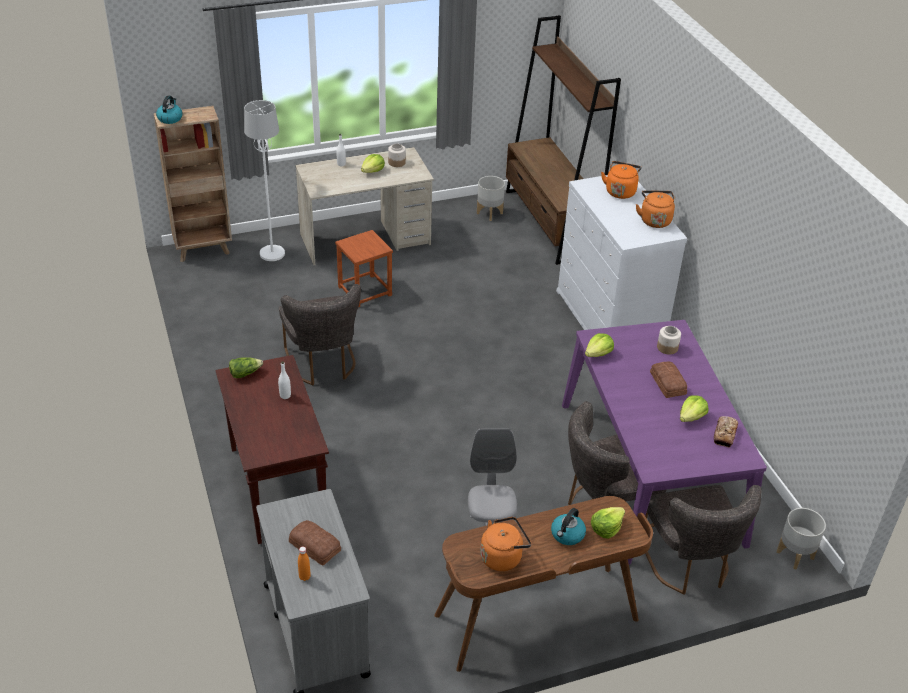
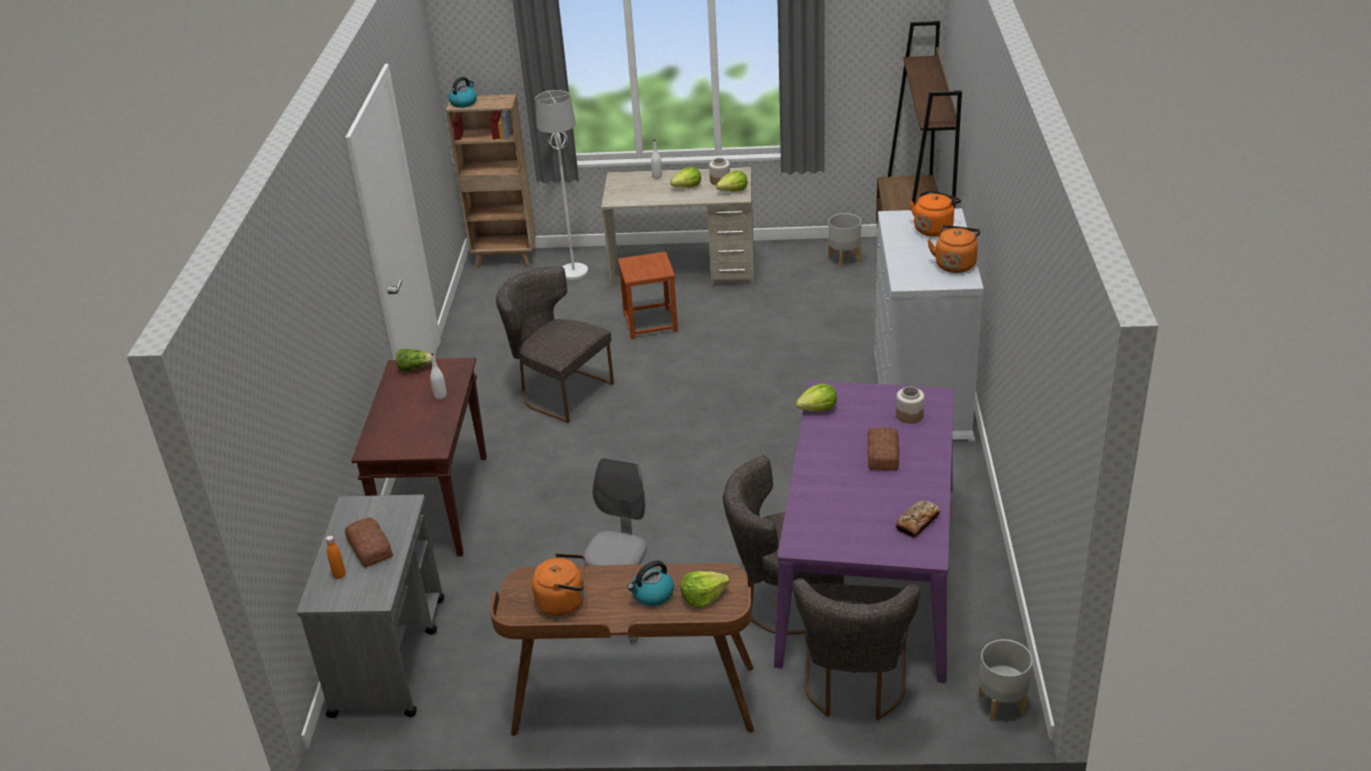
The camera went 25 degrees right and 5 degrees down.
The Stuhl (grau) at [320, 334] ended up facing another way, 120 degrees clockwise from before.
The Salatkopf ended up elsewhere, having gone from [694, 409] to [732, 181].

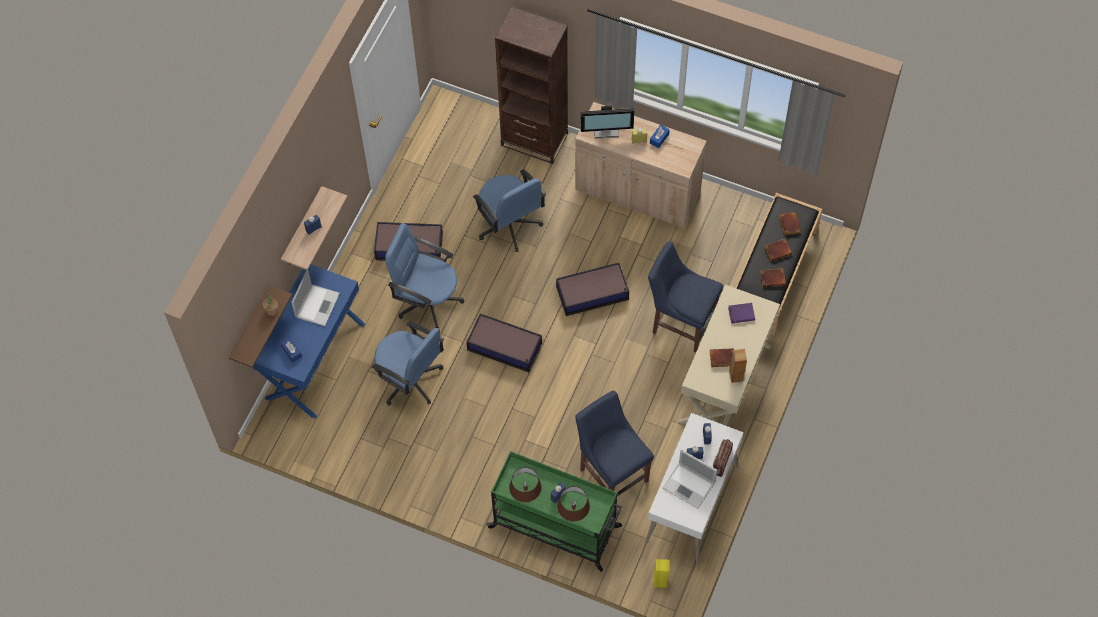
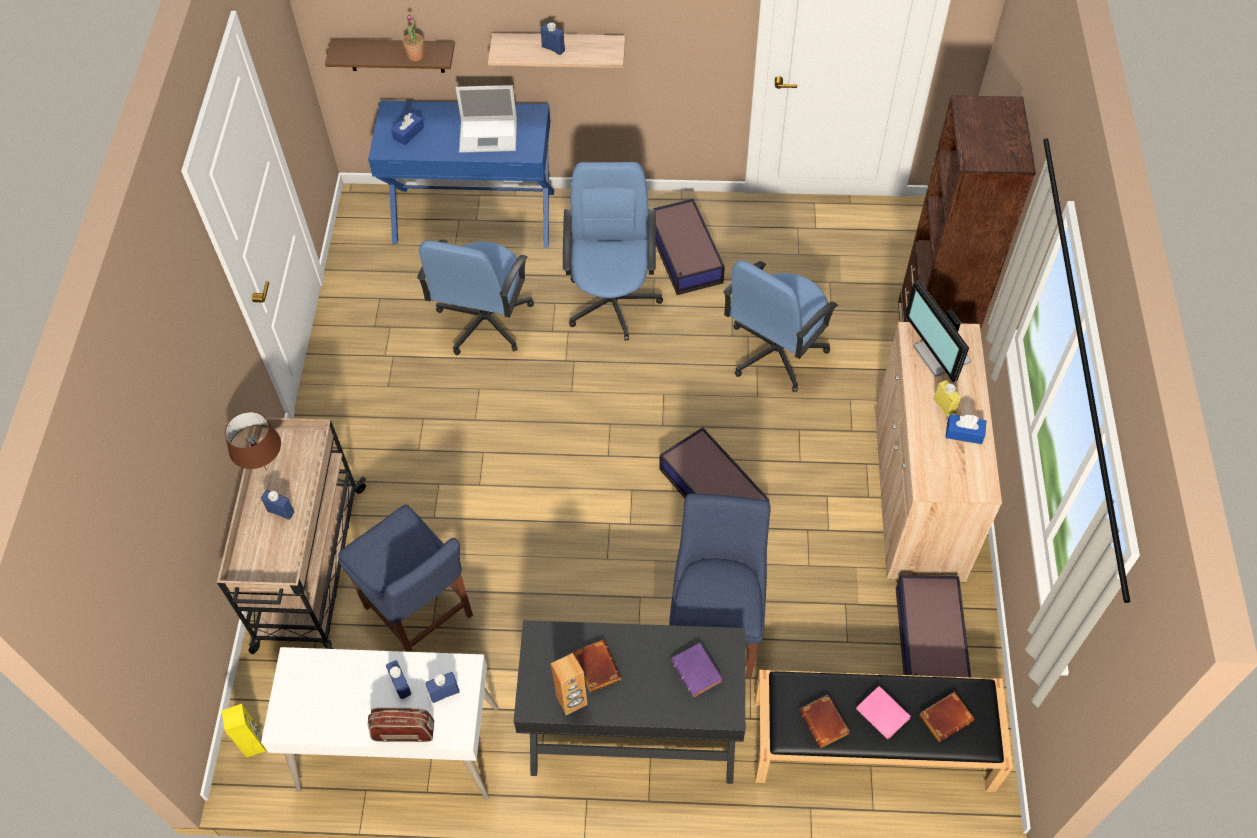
The camera went 70 degrees right and 5 degrees down.
What was the Rollwagen (grün) at [554, 511] turned into the Rollwagen (beige) at [291, 536].
The Stuhl (blau) at [614, 444] ended up facing another way, 105 degrees clockwise from before.
What was the Schreibtisch (beige) at [729, 355] turned into the Schreibtisch (schwarz) at [629, 702].
What was the Buch (braun) at [778, 250] turned into the Buch (rosa) at [883, 713].
The Aufbewahrungsbox ended up elsewhere, having gone from [504, 342] to [933, 626].
The second view lost the Tischlampe (braun) at [573, 503].
The second view lost the Laptop at [690, 479].

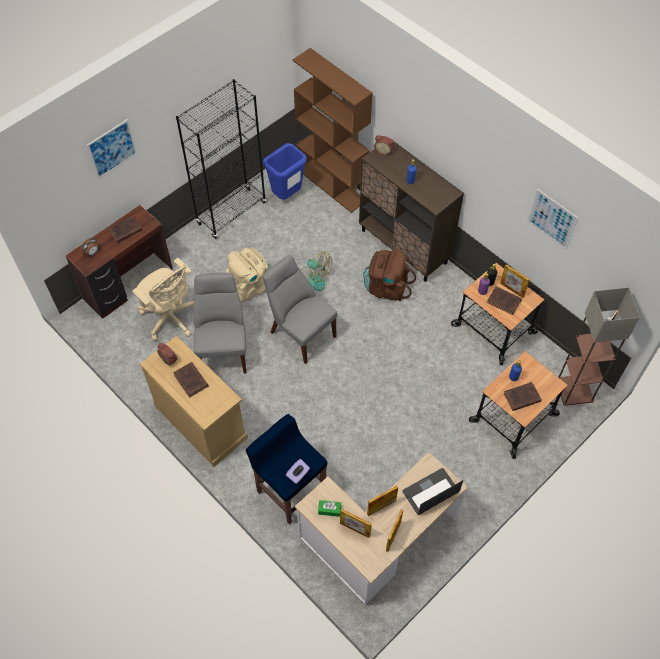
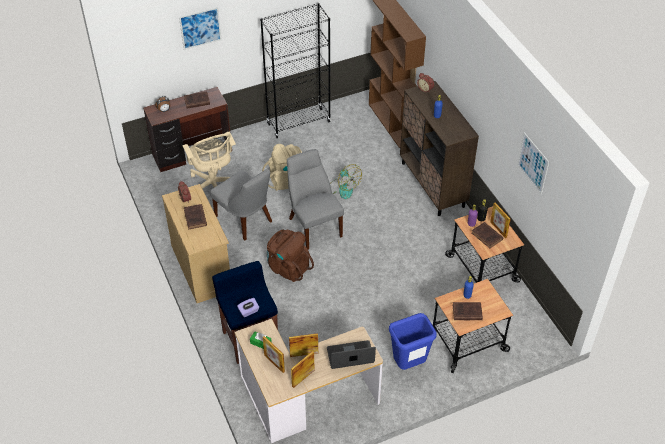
The camera went 20 degrees right and 10 degrees down.
The Stuhl (grau) at [219, 323] ended up facing another way, 120 degrees clockwise from before.
The Rucksack (braun) ended up elsewhere, having gone from [389, 275] to [290, 256].
The Mülleimer (blau) ended up elsewhere, having gone from [285, 171] to [413, 341].
The second view lost the Stehlampe at [599, 346].

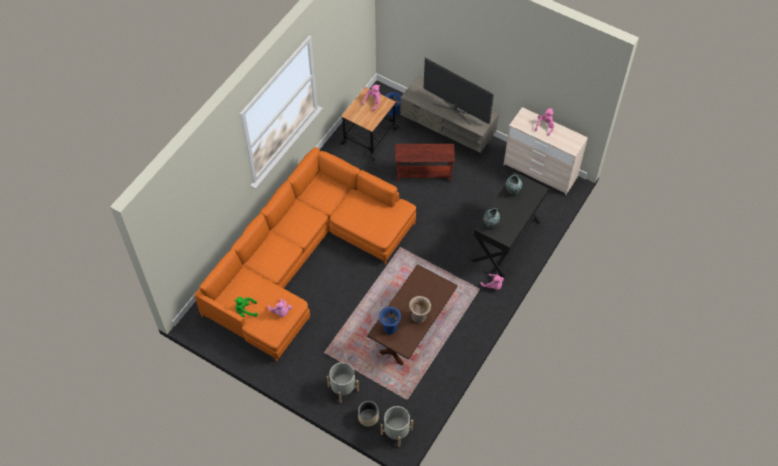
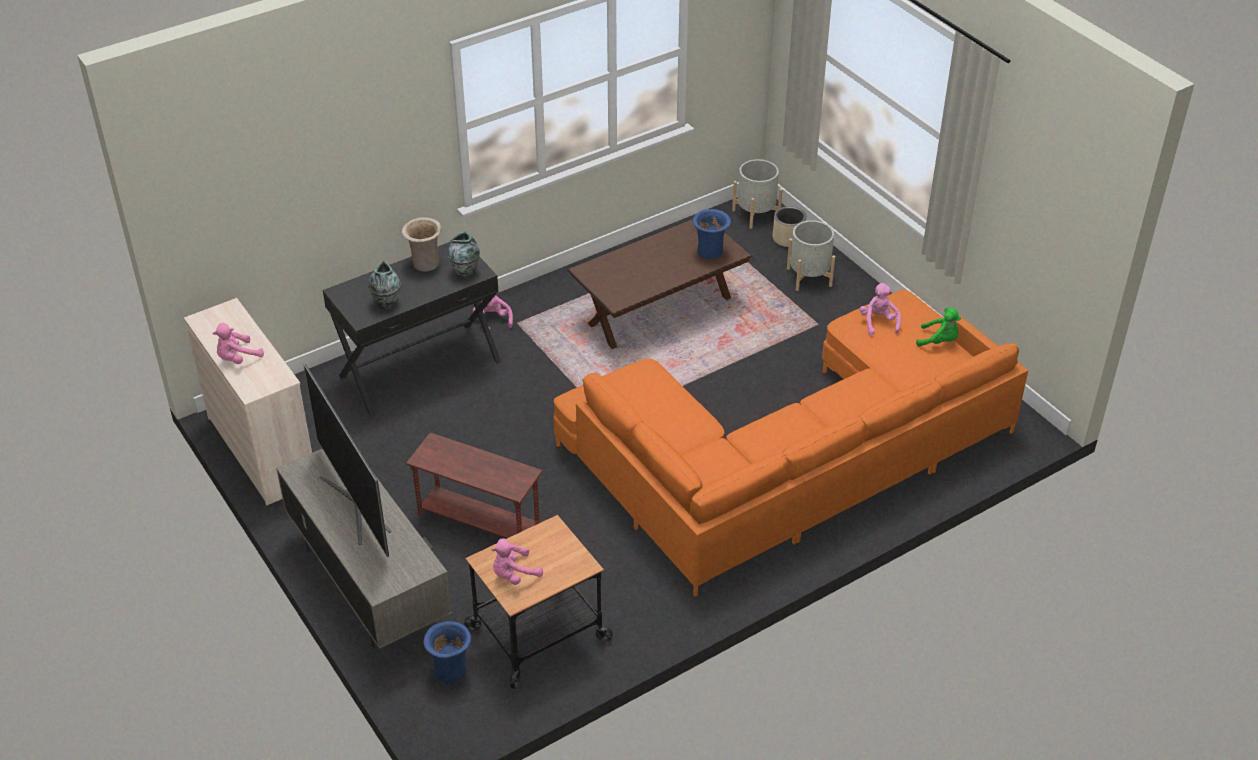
The camera went 155 degrees left and 15 degrees down.
The Vase (beige) ended up elsewhere, having gone from [420, 309] to [422, 244].

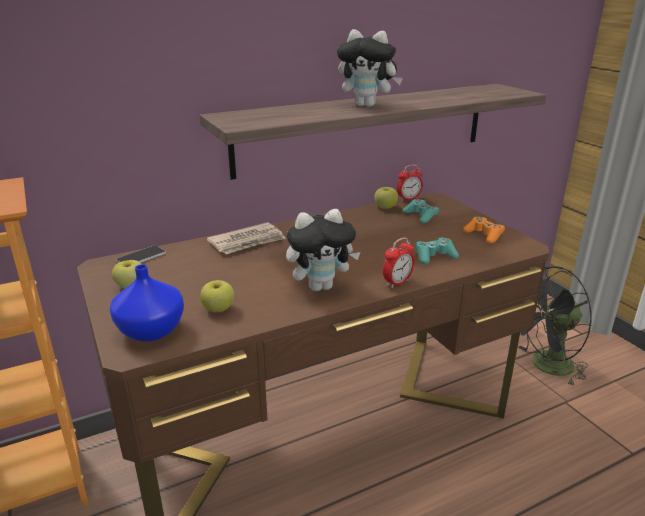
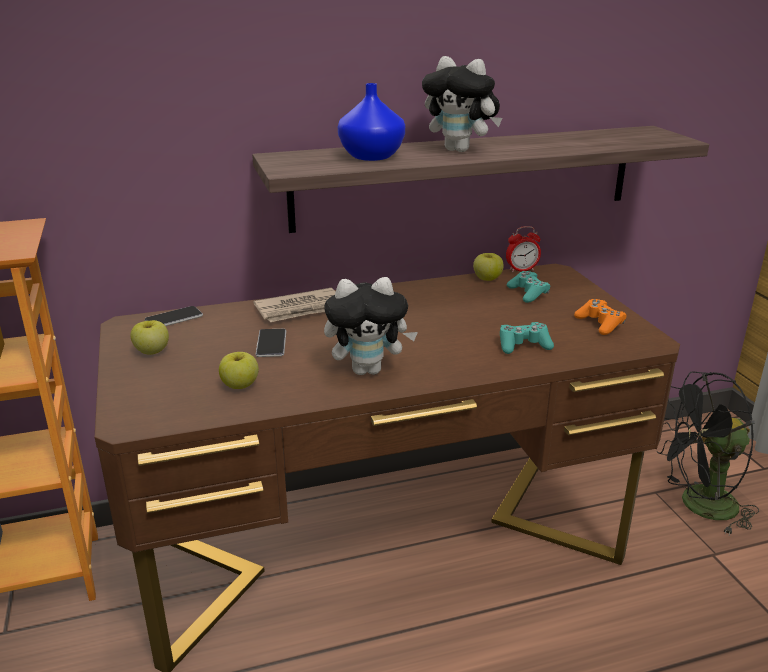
The camera went 10 degrees right and 0 degrees up.
The second view gained the Handy at [271, 343].
The Vase (blau) ended up elsewhere, having gone from [147, 303] to [371, 122].
The second view lost the Wecker at [399, 263].

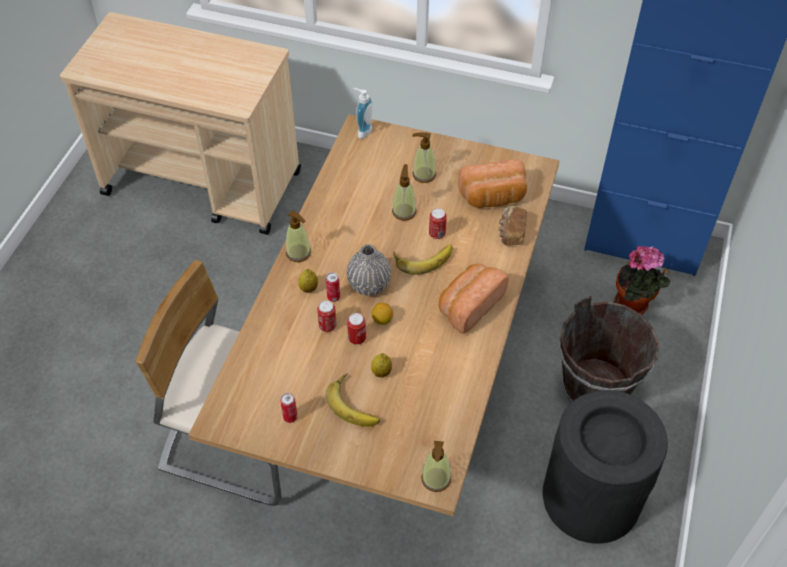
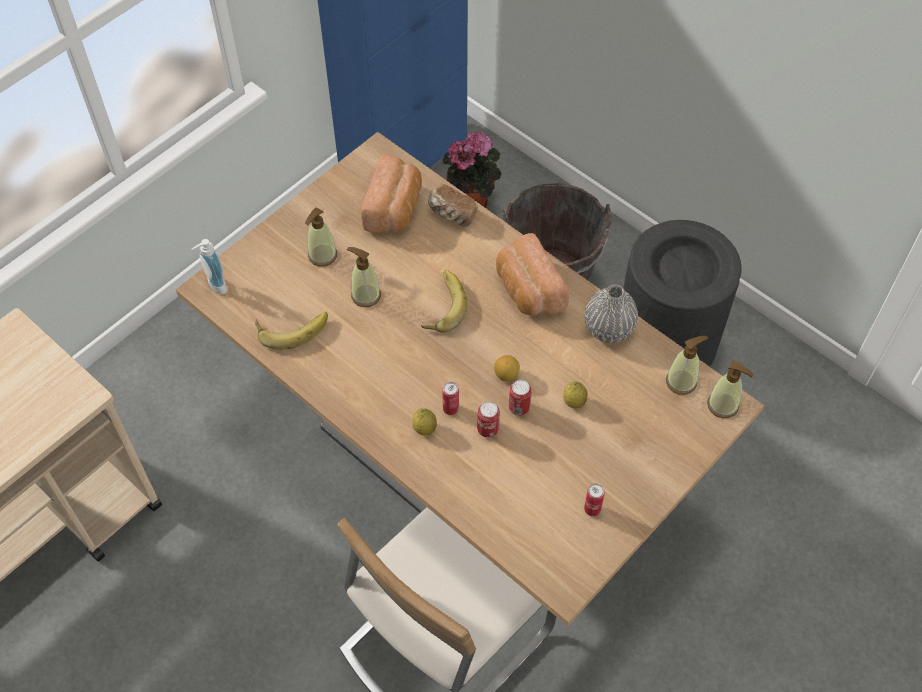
The camera went 65 degrees left and 5 degrees up.
The Banane ended up elsewhere, having gone from [353, 400] to [291, 331].
The Vase (grau) ended up elsewhere, having gone from [369, 270] to [611, 313].
The Seifenspender ended up elsewhere, having gone from [298, 236] to [687, 365].
The second view lost the Dose at [438, 223].

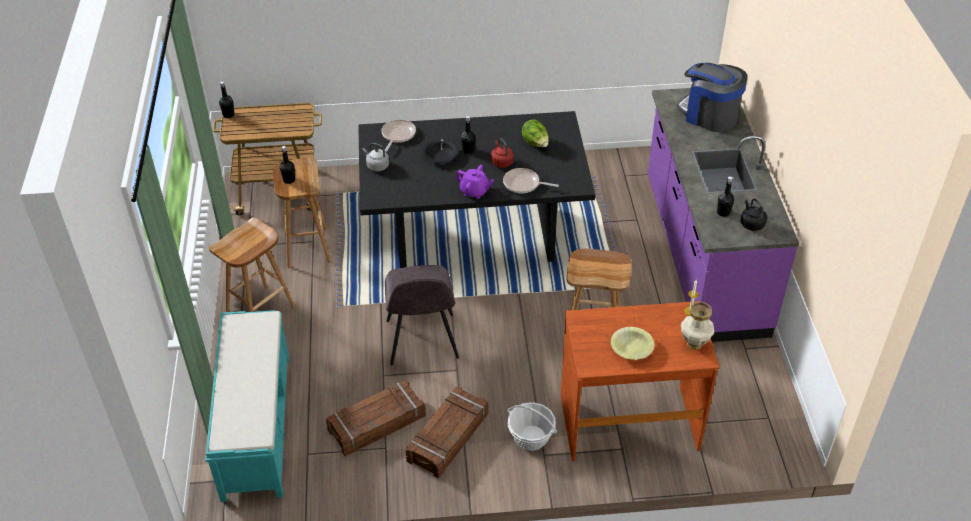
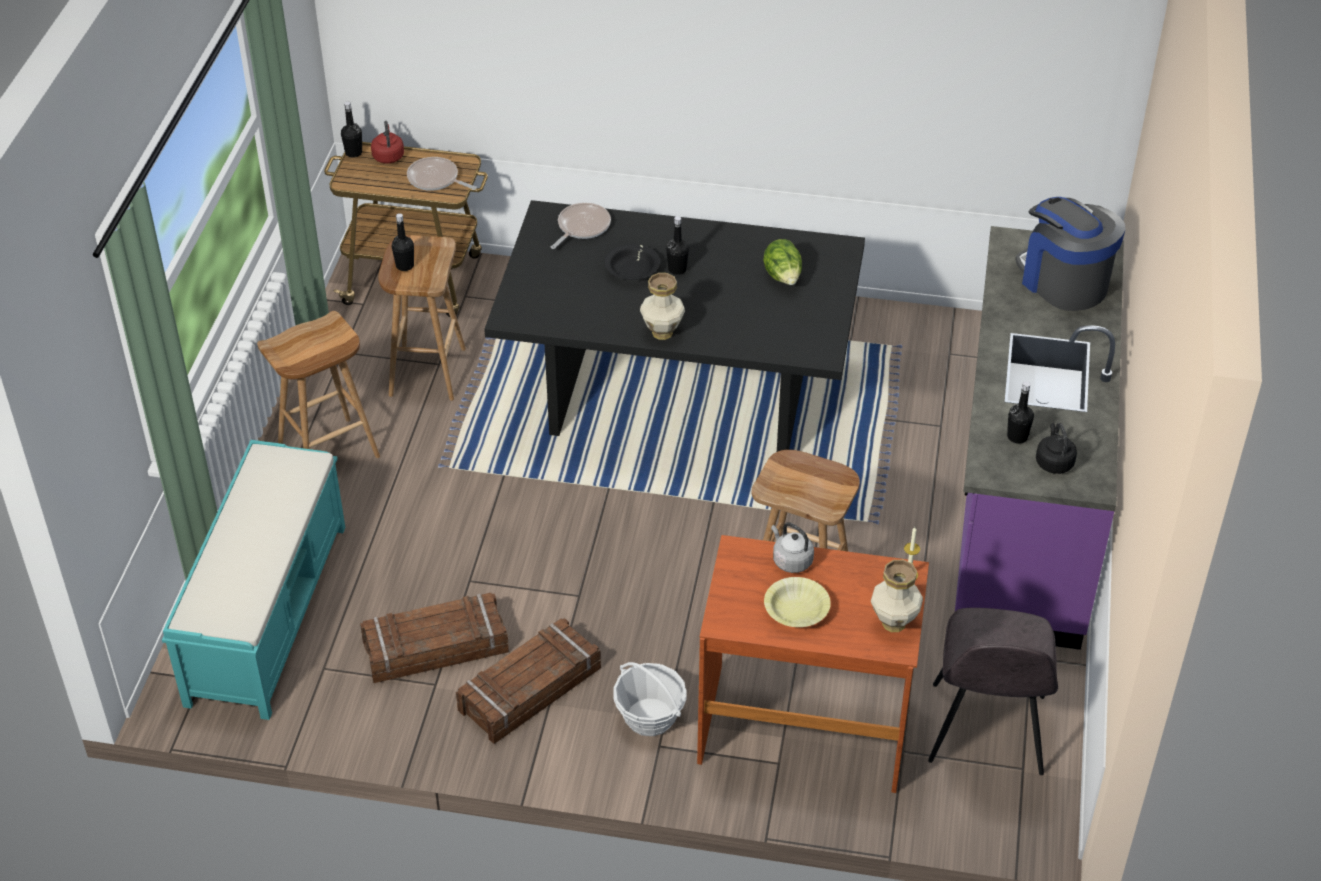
The camera went 15 degrees right and 0 degrees up.
The Wasserkessel (rot) ended up elsewhere, having gone from [502, 153] to [387, 142].
The Pfanne ended up elsewhere, having gone from [531, 180] to [442, 174].
Where the Teekanne (lila) stood at [474, 182], the Vase came to stand at [662, 306].
The Wasserkessel (grau) ended up elsewhere, having gone from [376, 157] to [792, 547].
The Stuhl (grau) ended up elsewhere, having gone from [422, 315] to [993, 691].

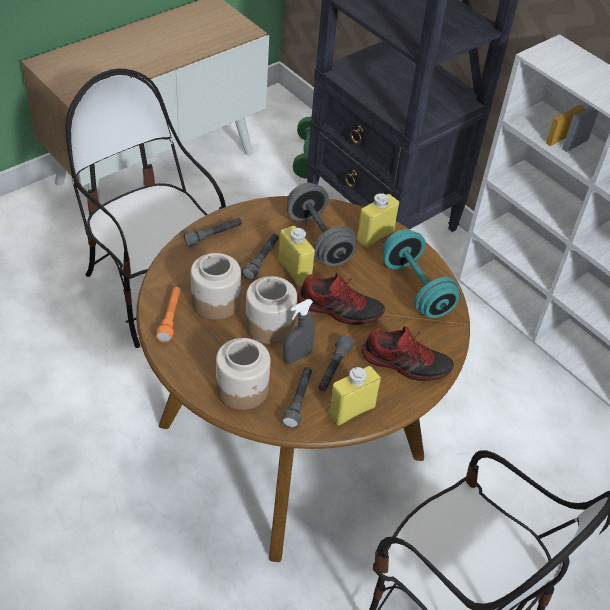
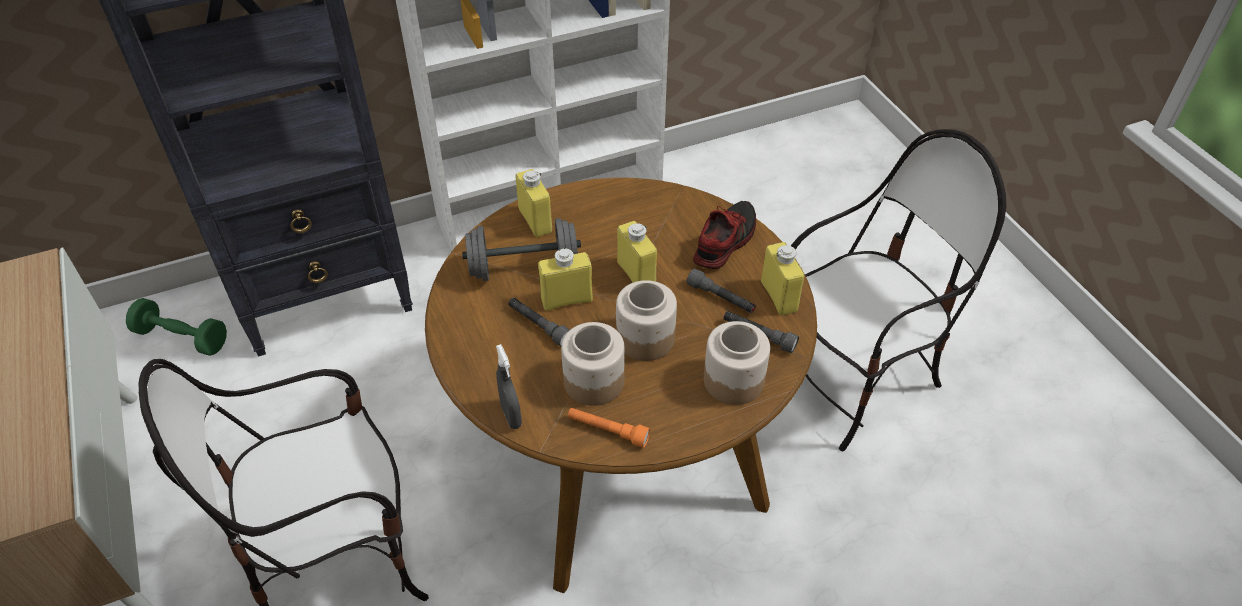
The camera went 70 degrees left and 0 degrees up.
The Sprühflasche (grau) ended up elsewhere, having gone from [299, 331] to [509, 386].
Where the Schuh stood at [341, 299], the Flasche (gelb) came to stand at [637, 252].
The second view lost the Taschenlampe (grau) at [213, 232].
The second view lost the Hantel (türkis) at [421, 273].

